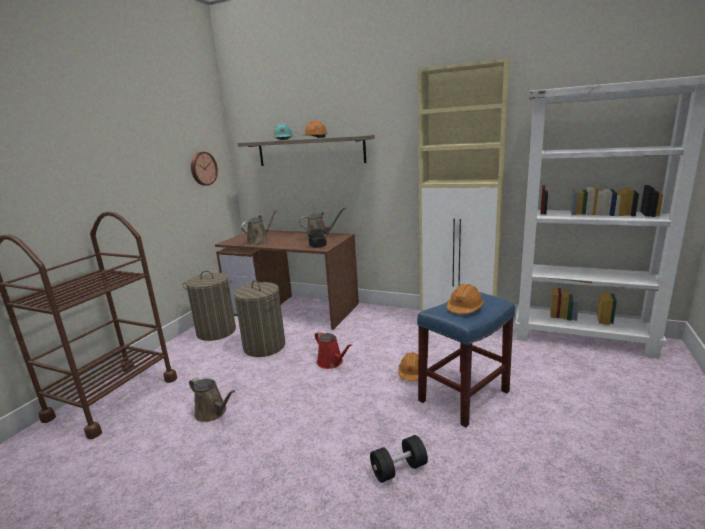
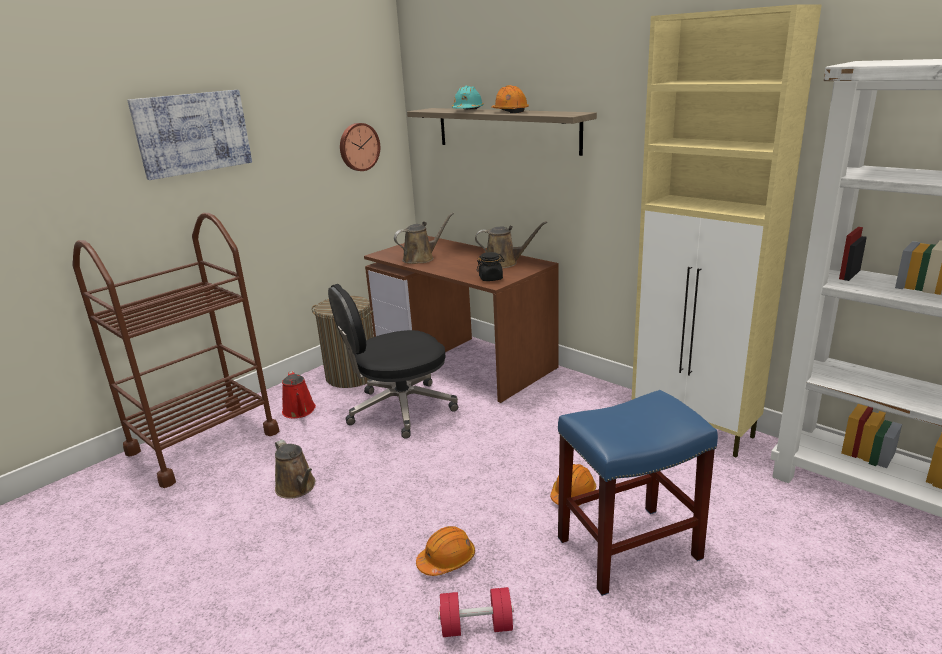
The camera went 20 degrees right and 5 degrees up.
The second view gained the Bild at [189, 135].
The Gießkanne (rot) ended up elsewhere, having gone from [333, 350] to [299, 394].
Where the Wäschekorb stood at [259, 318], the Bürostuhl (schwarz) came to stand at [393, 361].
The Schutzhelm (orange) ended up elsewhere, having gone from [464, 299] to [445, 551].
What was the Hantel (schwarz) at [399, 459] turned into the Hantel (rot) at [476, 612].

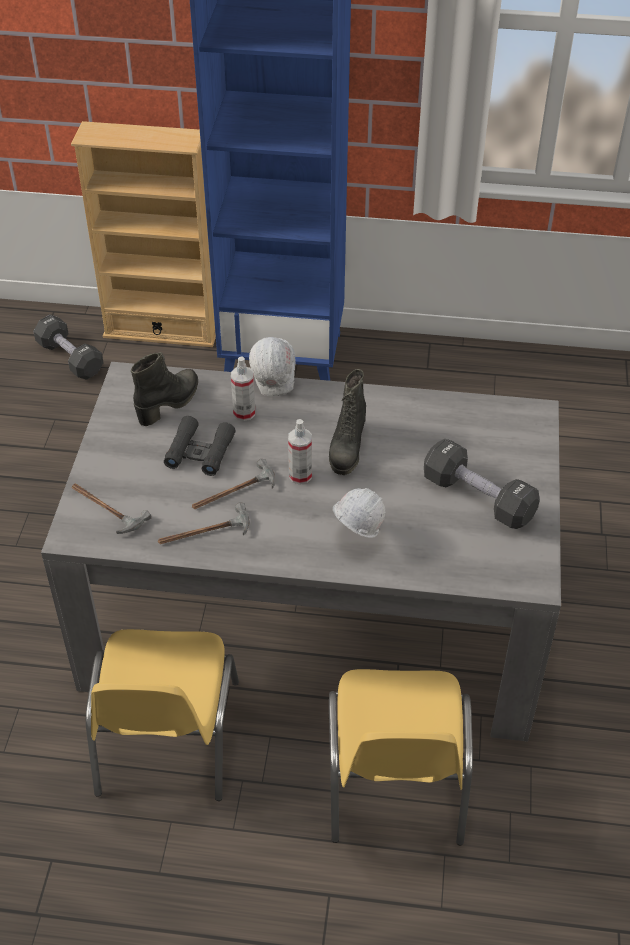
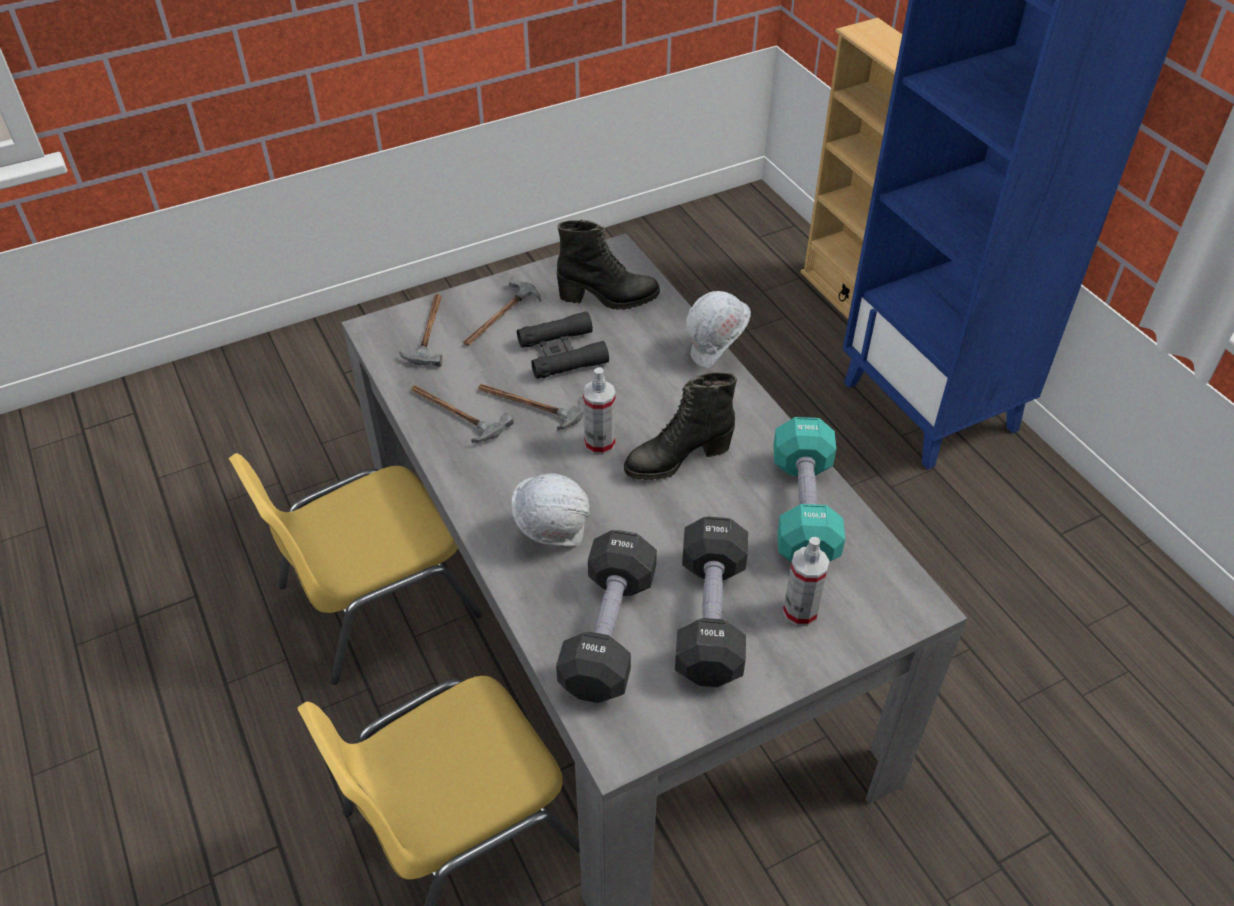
The camera went 55 degrees right and 0 degrees up.
The second view gained the Hammer at [502, 311].
The Hantel (schwarz) ended up elsewhere, having gone from [68, 347] to [606, 616].
The second view gained the Hantel (türkis) at [809, 489].
The Sprühflasche ended up elsewhere, having gone from [243, 388] to [806, 581].

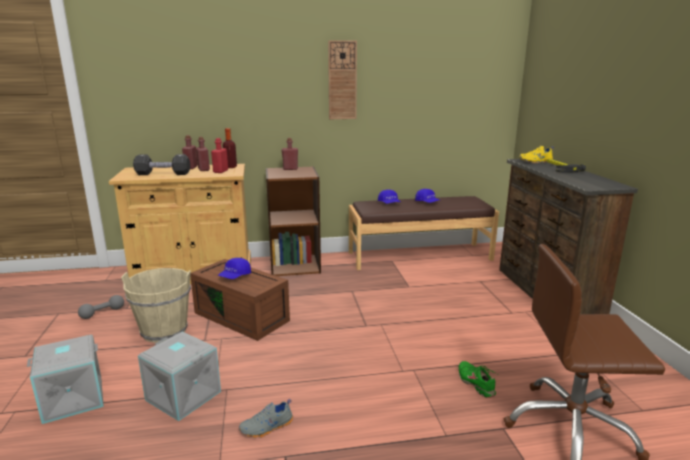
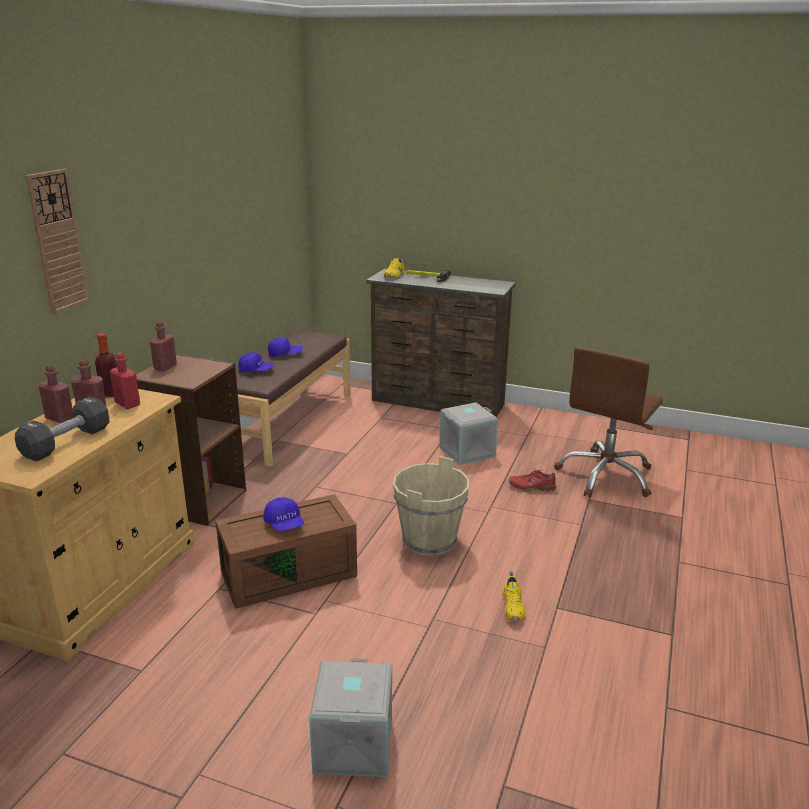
The camera went 60 degrees left and 5 degrees up.
The Wanduhr ended up elsewhere, having gone from [342, 79] to [57, 241].
The Eimer (beige) ended up elsewhere, having gone from [156, 305] to [431, 506].
The Aufbewahrungsbox (grau) ended up elsewhere, having gone from [179, 376] to [468, 433].
What was the Schuh (grau) at [266, 418] turned into the Schuh (gelb) at [514, 596].
What was the Schuh (grün) at [477, 379] turned into the Schuh (rot) at [532, 480].
The second view lost the Hantel (grau) at [101, 307].

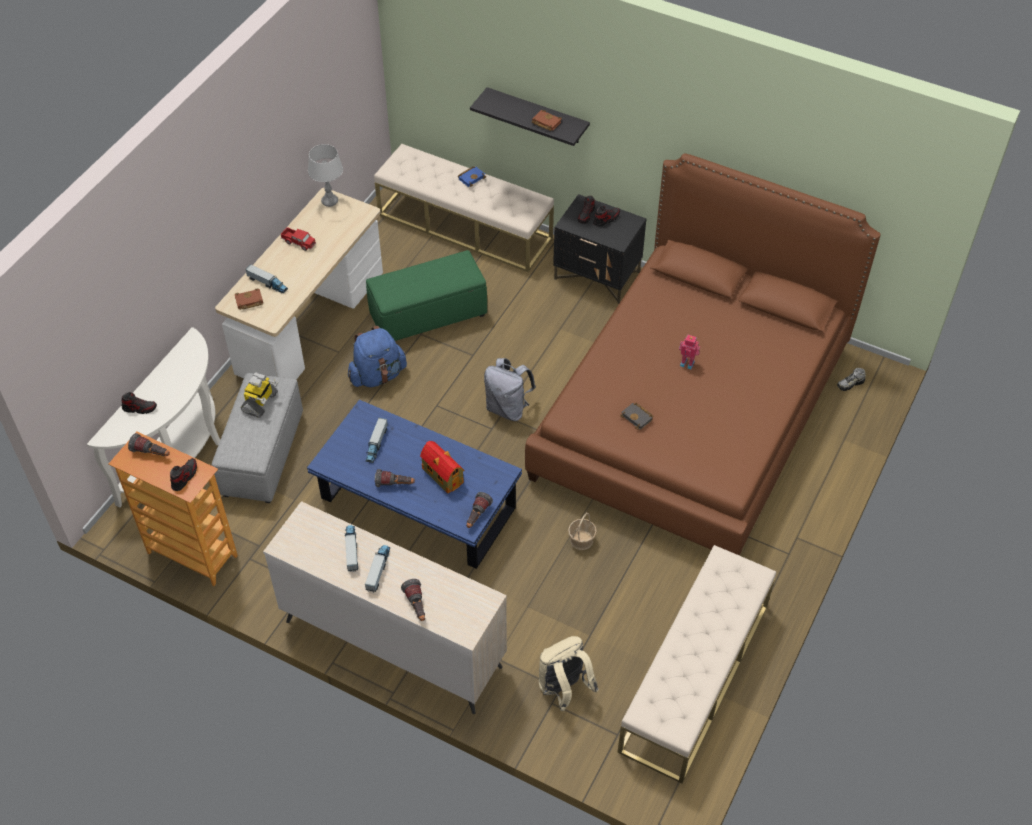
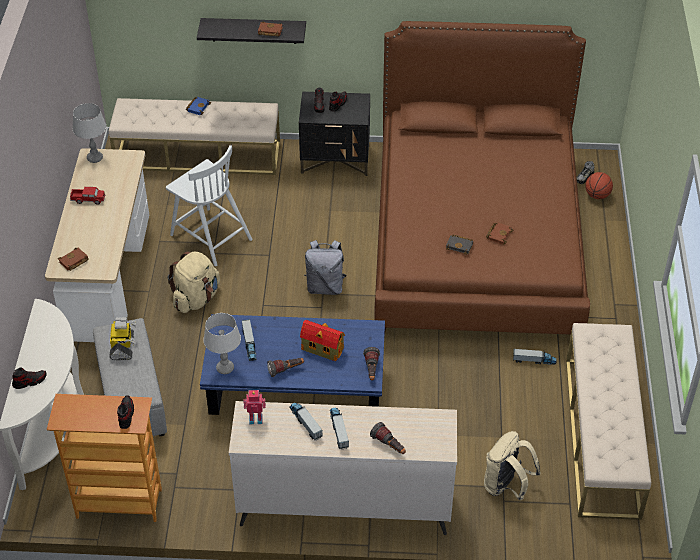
The camera went 25 degrees left and 5 degrees down.
Where the Polsterhocker (grün) stood at [426, 295], the Stuhl (weiß) came to stand at [209, 205].
What was the Rucksack (blau) at [377, 356] turned into the Rucksack (beige) at [194, 282].
The second view gained the Tischlampe (grau) at [222, 343].
The Spielzeugroboter ended up elsewhere, having gone from [689, 352] to [254, 407].
The second view gained the Buch (braun) at [499, 233].
The Spielzeuglaster ended up elsewhere, having gone from [266, 279] to [534, 357].
The second view gained the Basketball at [599, 185].
The second view lost the Taschenlampe at [149, 444].
The second view lost the Korb at [582, 531].

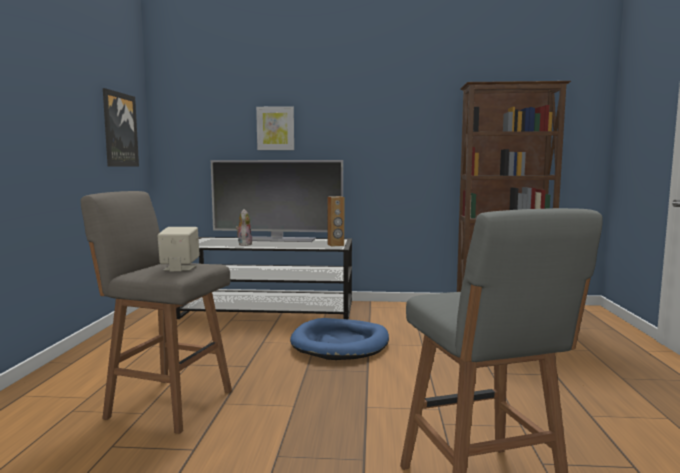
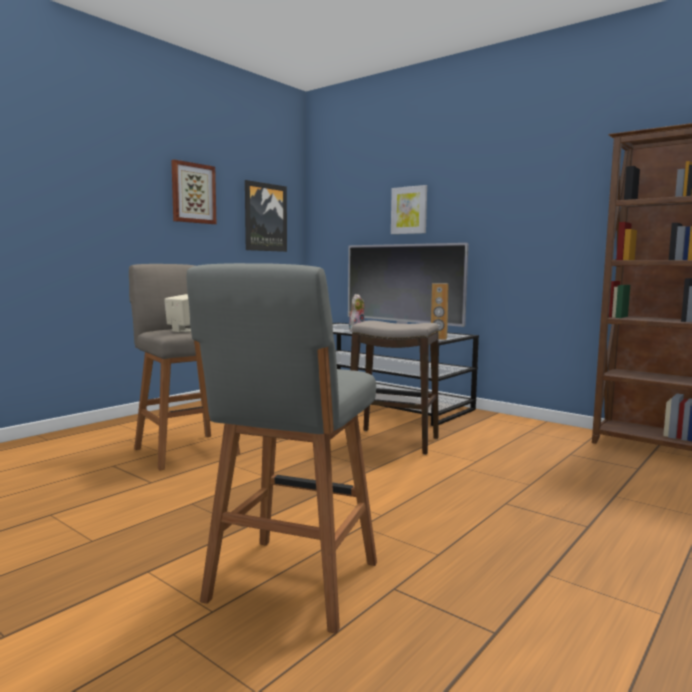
The camera went 35 degrees right and 0 degrees up.
The second view gained the Bild at [193, 191].
Where the Hundebett (blau) stood at [339, 339], the Hocker came to stand at [394, 387].

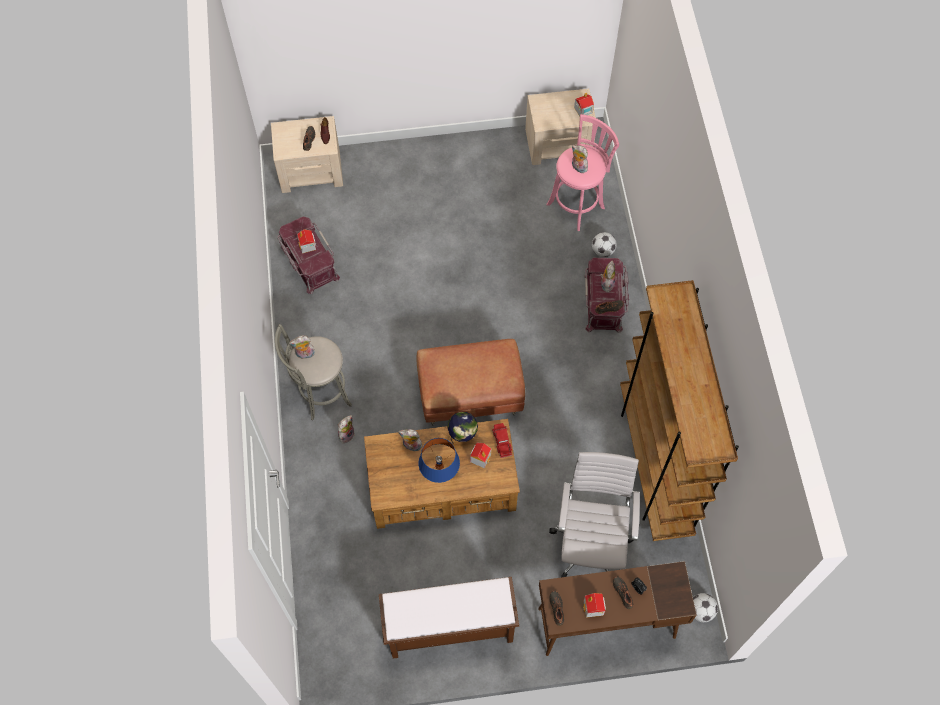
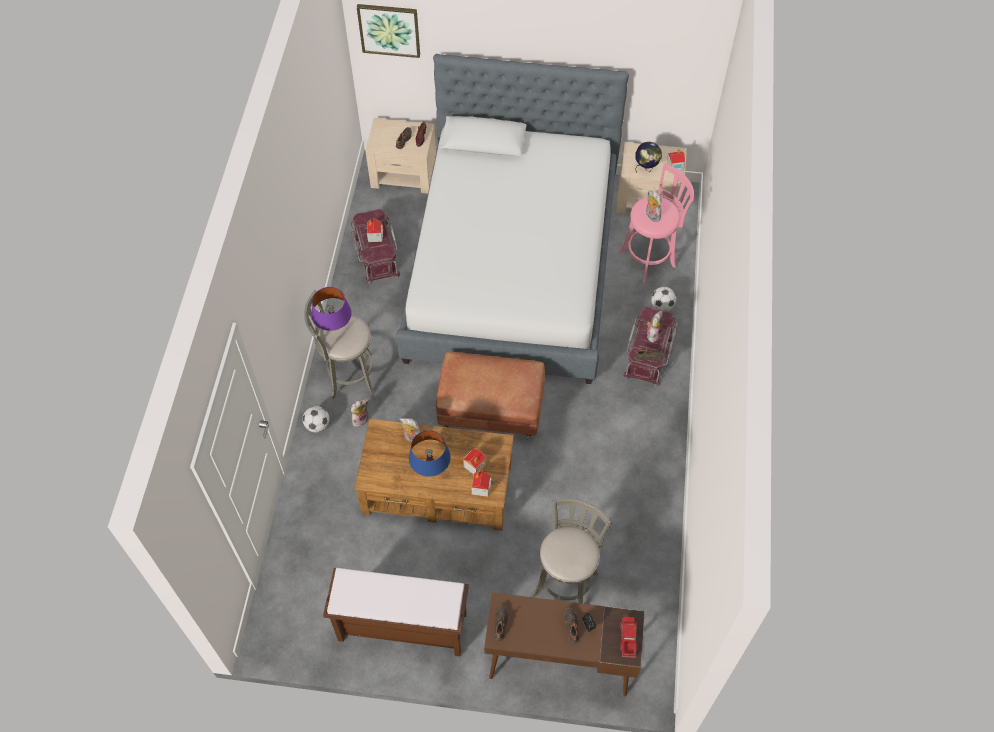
The camera went 15 degrees right and 5 degrees down.
The Fußball ended up elsewhere, having gone from [705, 607] to [316, 419].
Where the Plüschtier stood at [302, 347], the Tischlampe (lila) came to stand at [332, 309].
The second view gained the Bild at [388, 31].
The second view gained the Bett at [512, 219].
The Spielzeughaus ended up elsewhere, having gone from [594, 605] to [481, 484].
Where the Bürostuhl (weiß) stood at [594, 514], the Hocker (grau) came to stand at [572, 551].
The Spielzeuglaster ended up elsewhere, having gone from [502, 440] to [629, 637].
The Globus ended up elsewhere, having gone from [462, 427] to [648, 157].
The second view lost the Bücherregal (braun) at [679, 410].

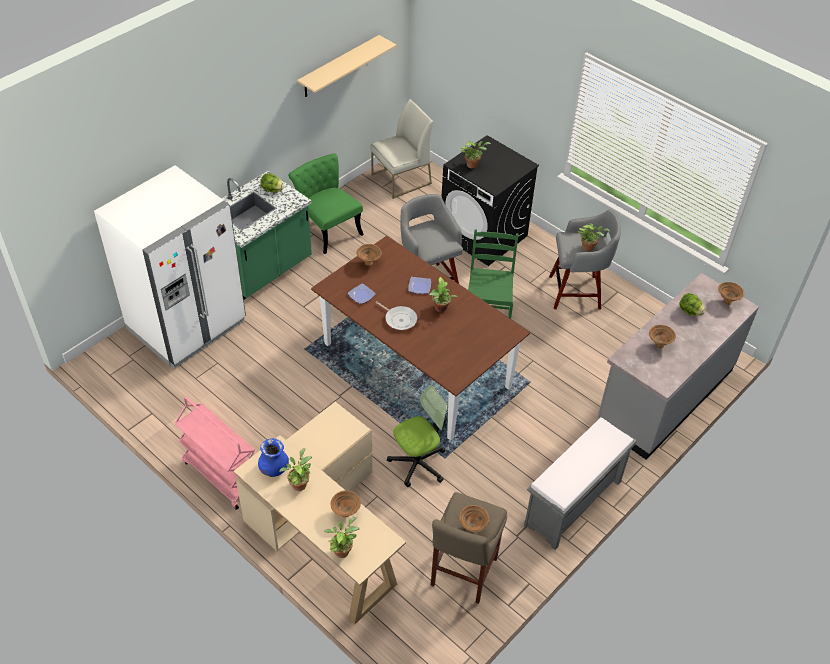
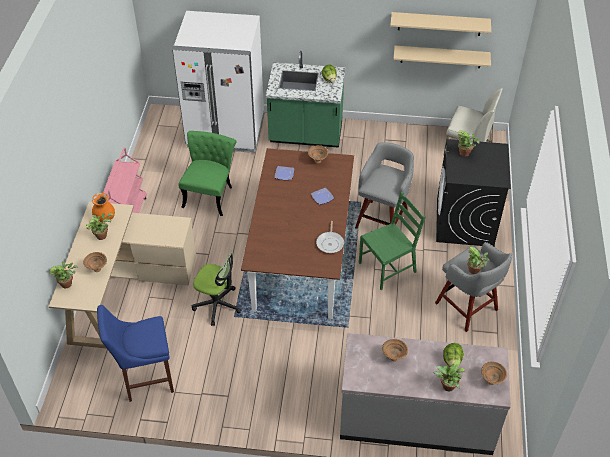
The camera went 55 degrees right and 0 degrees up.
What was the Vase (blau) at [273, 457] turned into the Vase (orange) at [103, 207].
What was the Hocker (beige) at [469, 548] turned into the Hocker (blau) at [135, 353].
The Stuhl (grün) ended up elsewhere, having gone from [325, 203] to [207, 173].
The Pfanne ended up elsewhere, having gone from [396, 315] to [330, 237].
The second view gained the Wandregal (beige) at [442, 57].
The Topfpflanze ended up elsewhere, having gone from [443, 294] to [449, 376].
The second view lost the Schüssel (braun) at [474, 518].
The second view lost the Bank (grau) at [580, 483].

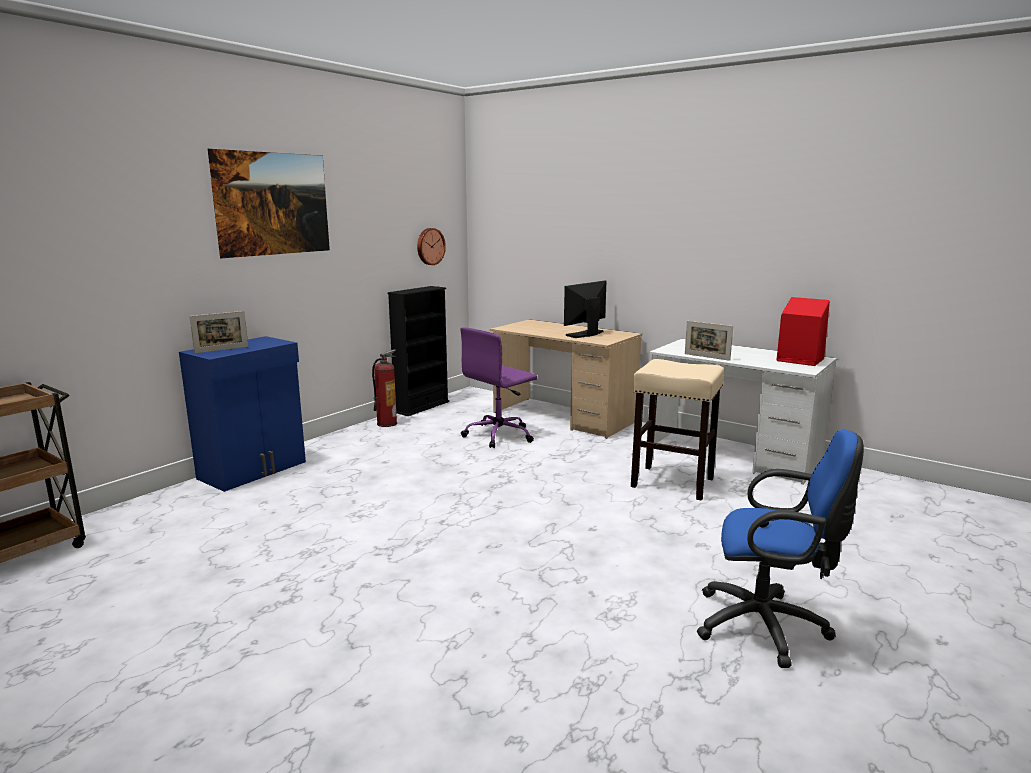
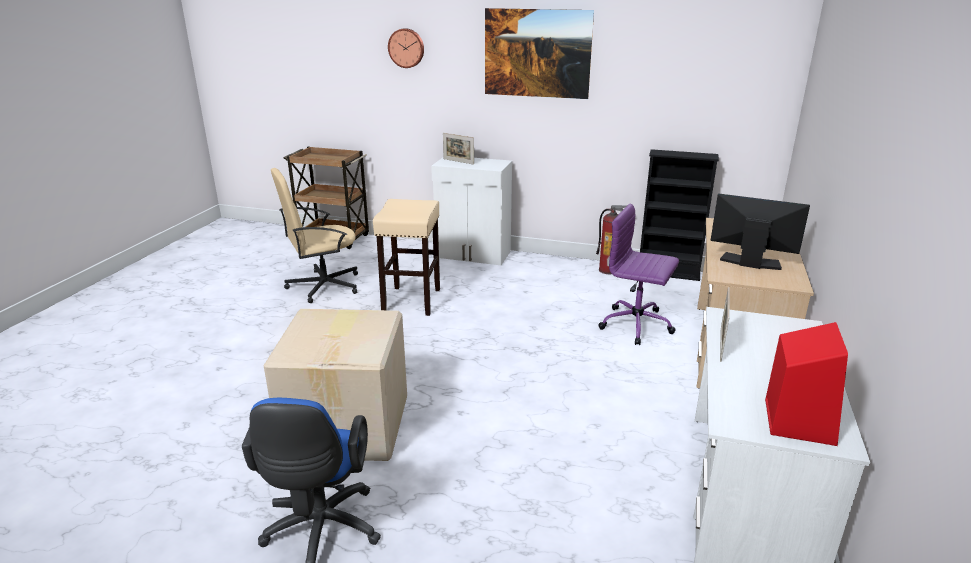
The camera went 70 degrees right and 10 degrees up.
The second view gained the Karton at [335, 385].
The second view gained the Bürostuhl (beige) at [314, 235].
The Hocker (beige) ended up elsewhere, having gone from [677, 430] to [406, 257].
The Wanduhr ended up elsewhere, having gone from [431, 246] to [406, 48].
What was the Schrank (blau) at [242, 414] turned into the Schrank (weiß) at [471, 211].

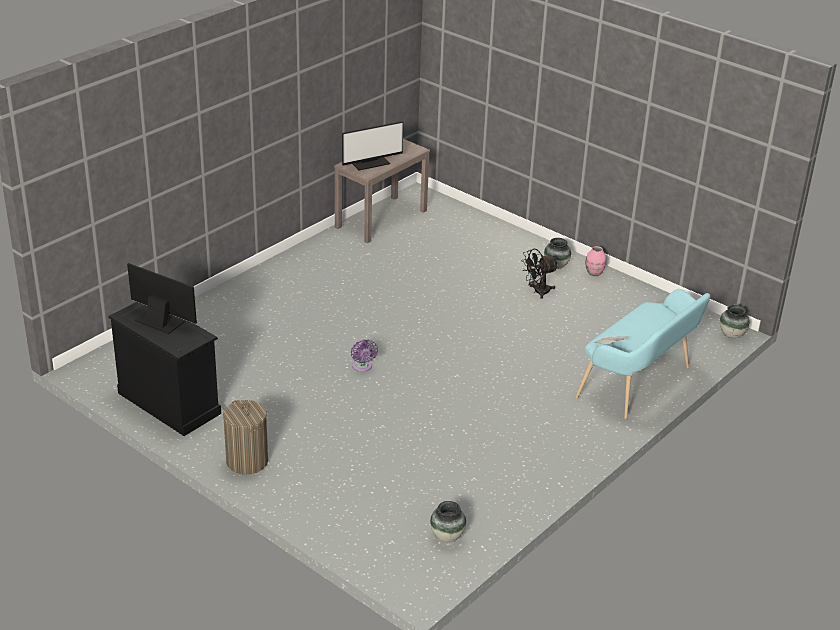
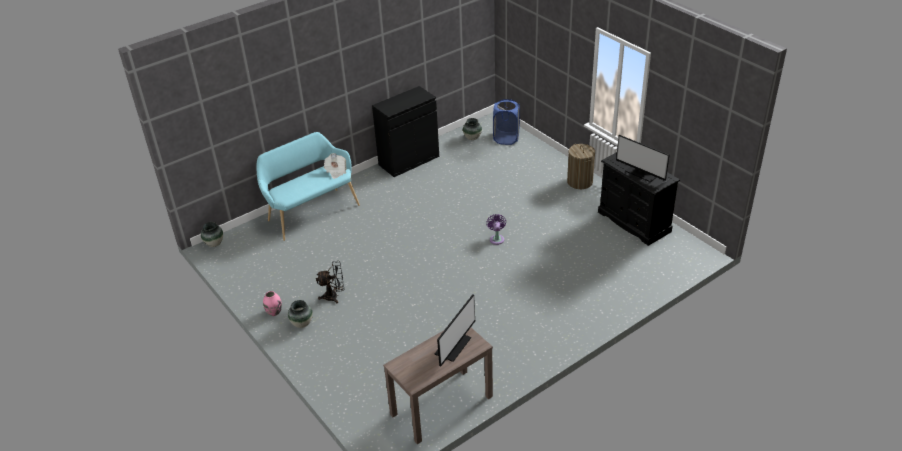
The camera went 165 degrees left and 5 degrees up.
The second view gained the Schrank (schwarz) at [405, 131].
The Monitor at [372, 145] ended up facing another way, 135 degrees clockwise from before.
The second view gained the Wäschekorb (blau) at [506, 122].

